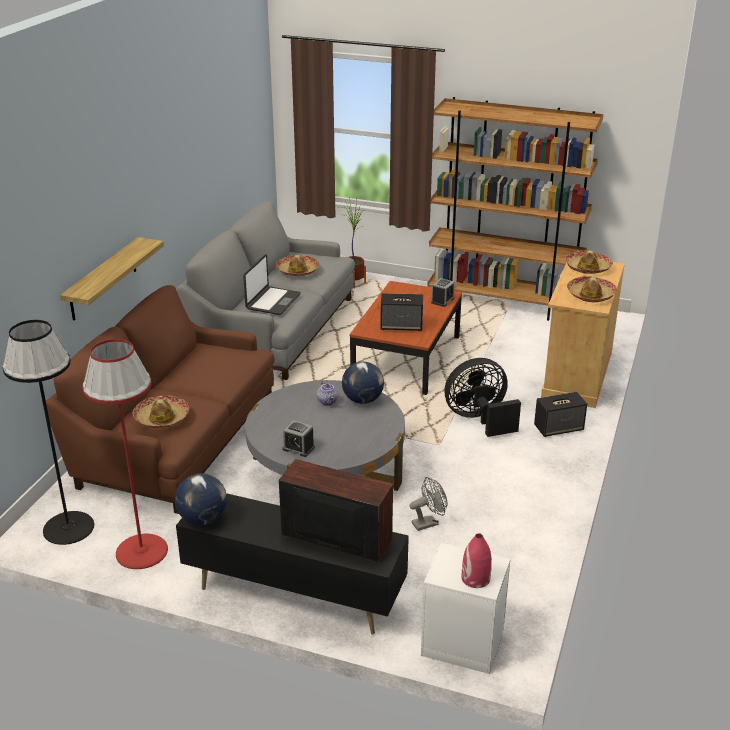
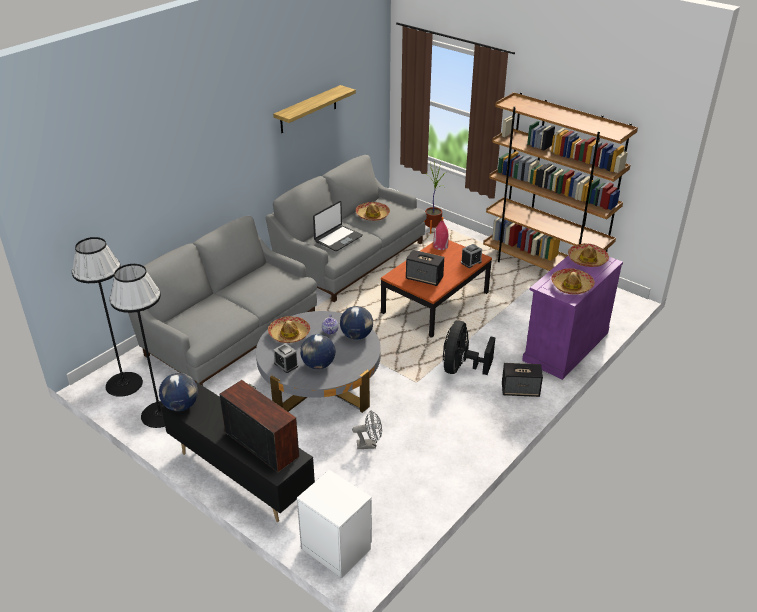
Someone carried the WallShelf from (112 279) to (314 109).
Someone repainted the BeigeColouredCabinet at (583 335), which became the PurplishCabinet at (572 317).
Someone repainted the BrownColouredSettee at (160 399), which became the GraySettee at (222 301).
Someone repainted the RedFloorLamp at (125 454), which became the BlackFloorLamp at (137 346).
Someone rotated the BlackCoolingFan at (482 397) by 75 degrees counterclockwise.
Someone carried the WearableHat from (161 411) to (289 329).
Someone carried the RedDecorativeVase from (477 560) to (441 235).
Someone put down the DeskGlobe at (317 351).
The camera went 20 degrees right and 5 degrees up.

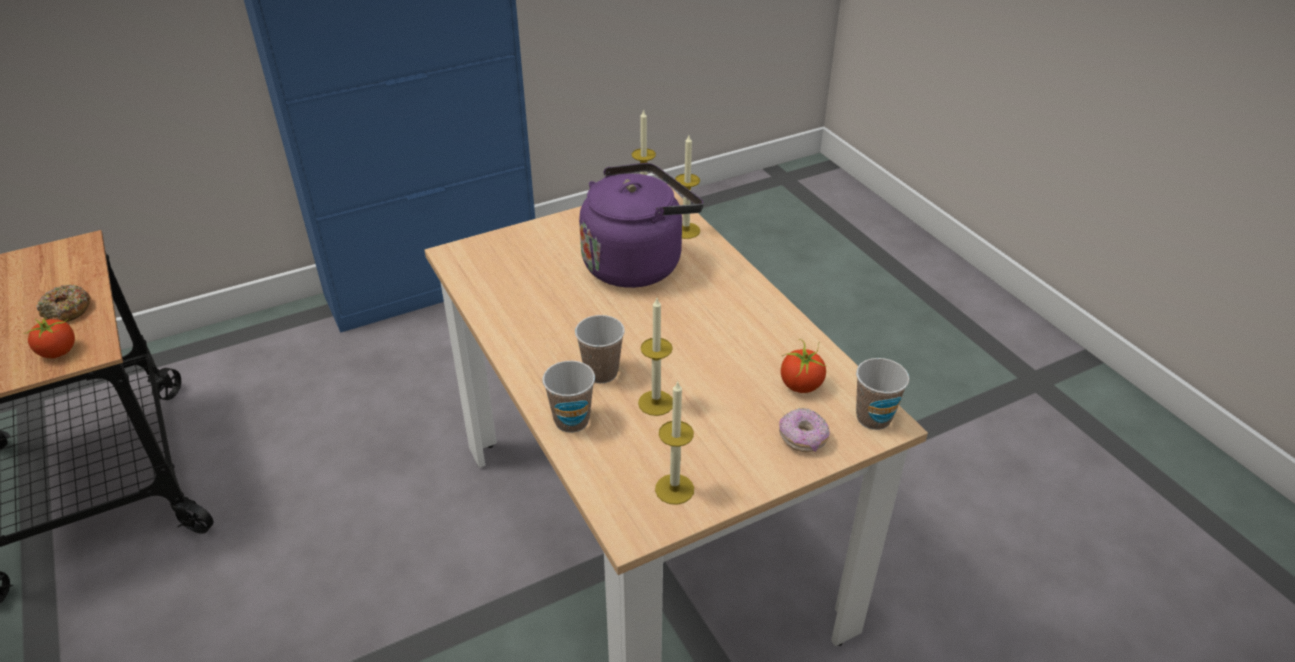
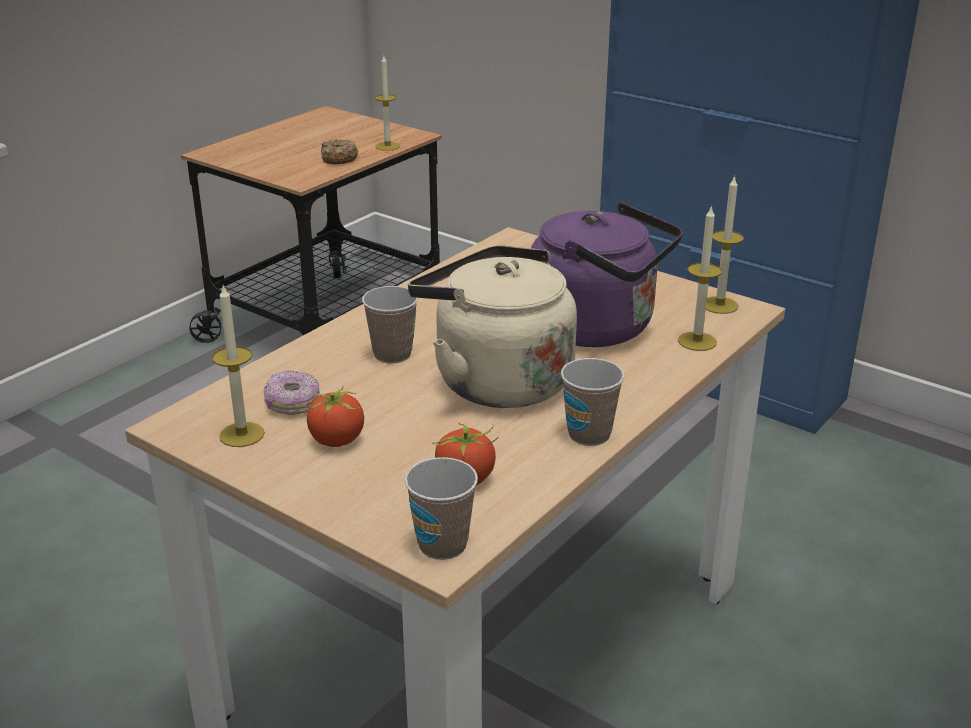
Someone carried the Candle from (655 357) to (387 103).
Someone carried the WholeTomato from (49 338) to (334 416).
Someone carried the SmallCup from (569 397) to (592 402).
Someone carried the Donut from (804 430) to (292 392).
Someone put down the BeigeColouredKettle at (492 326).
The camera went 65 degrees right and 10 degrees down.

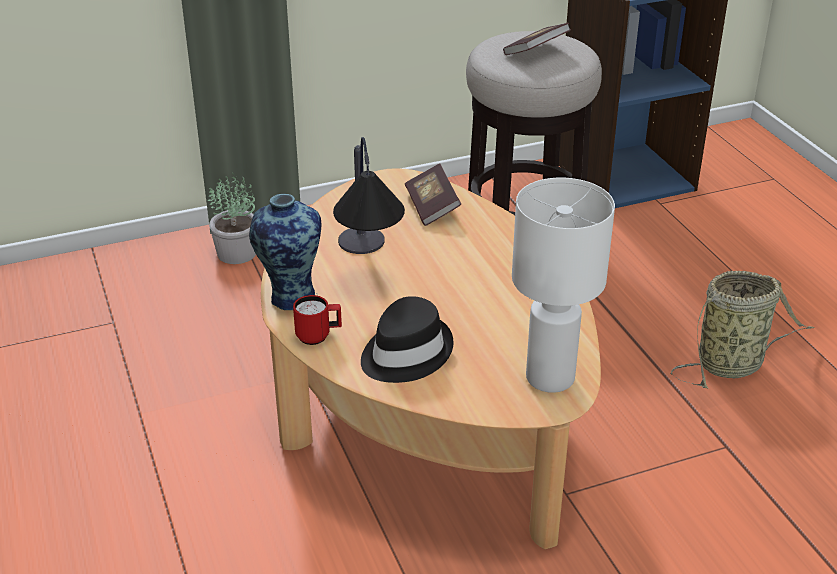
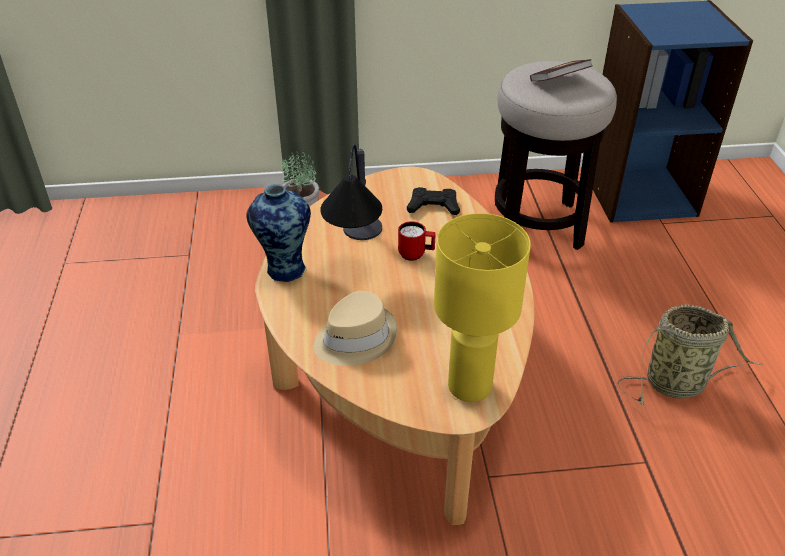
Someone swapped the BoundBook at (433 195) for the BlackJoypad at (433 201).
Someone repainted the WhiteColouredLampForATable at (563 285), which became the YellowColouredLampForATable at (482 307).
Someone carried the RedTeaMug from (317 320) to (417 241).
Someone repainted the BlackWearableHat at (407 339), which became the BeigeColouredWearableHat at (355 328).
The camera went 15 degrees right and 5 degrees up.

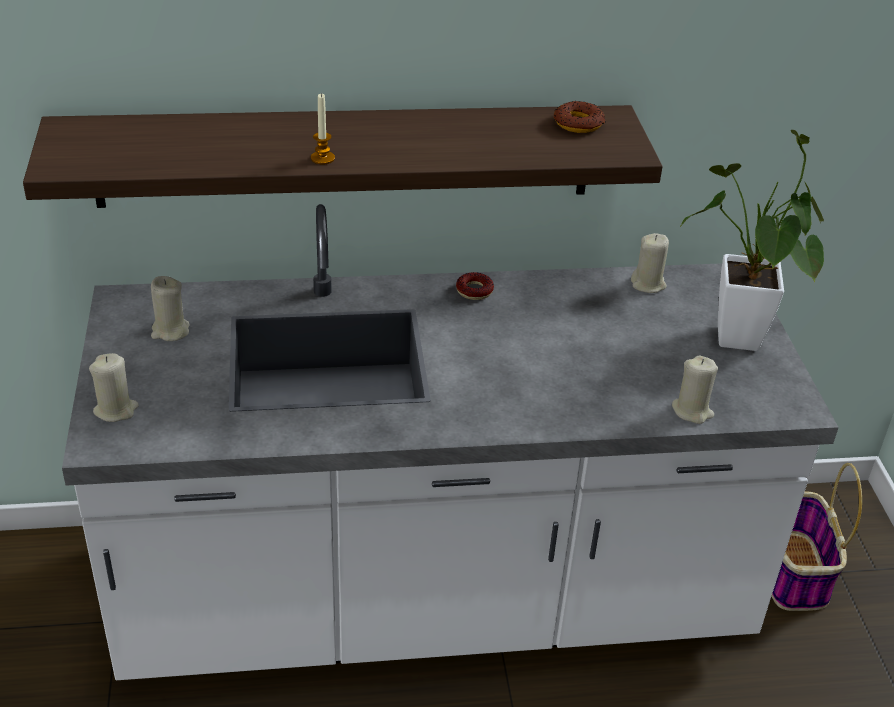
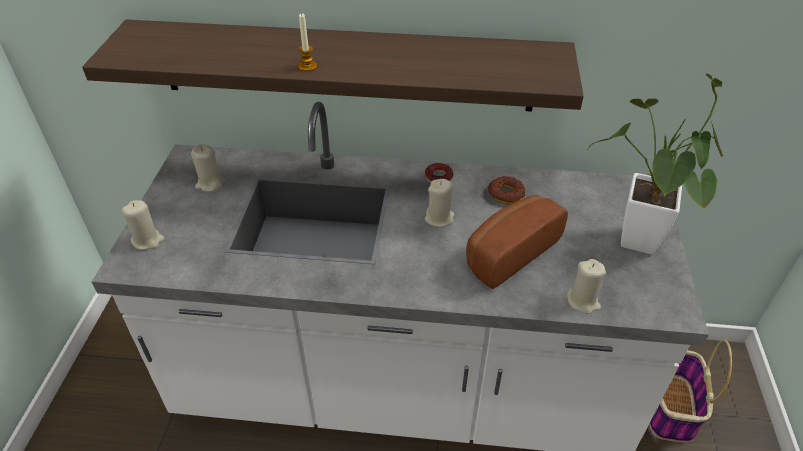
Someone carried the Donut from (580 117) to (506 190).
Someone carried the BeigeColouredCandle from (650 263) to (439 203).
Someone put down the BakeryBread at (517 242).
The camera went 15 degrees right and 5 degrees up.

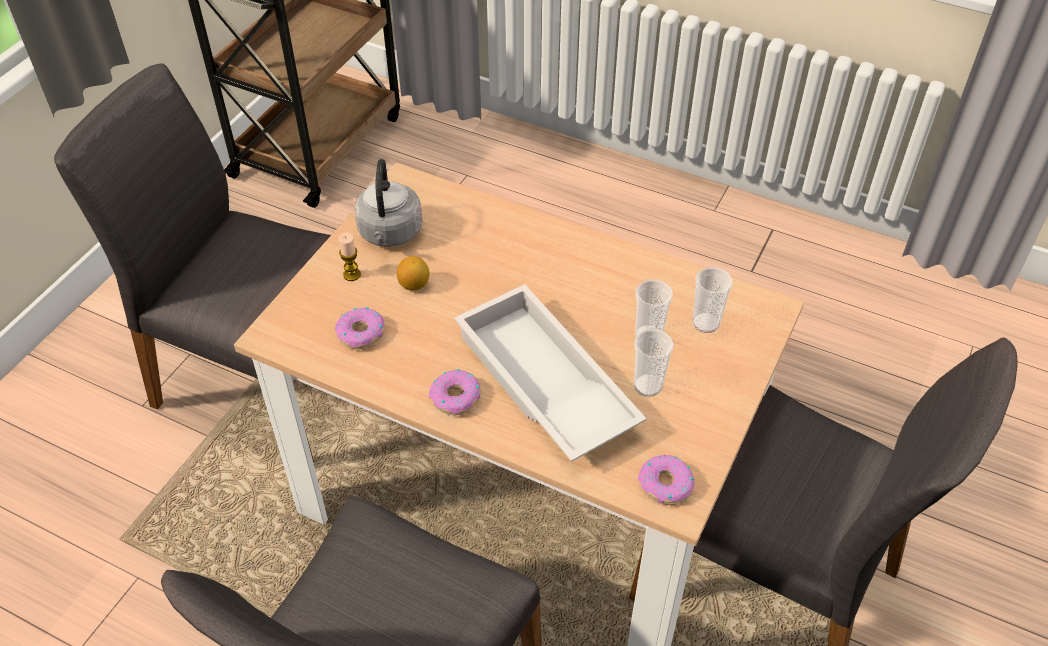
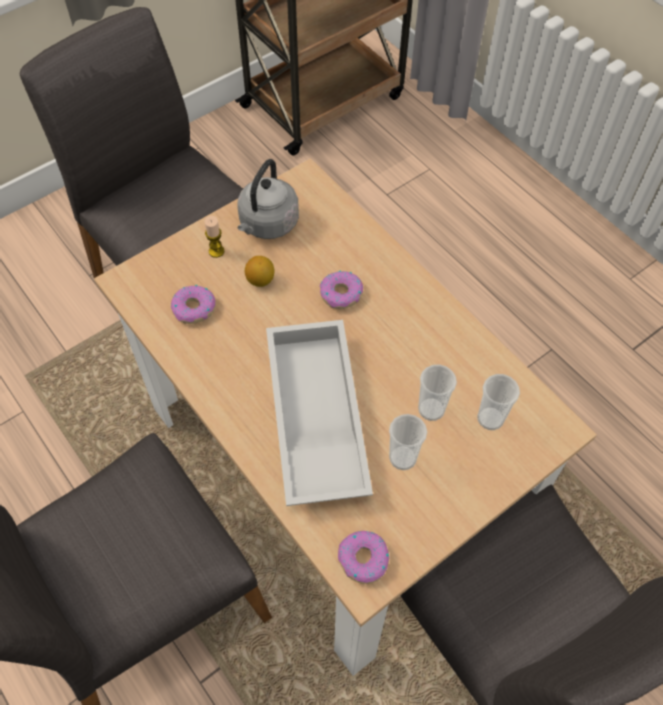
Someone carried the Donut from (455 392) to (341 290).
The camera went 25 degrees right and 10 degrees up.

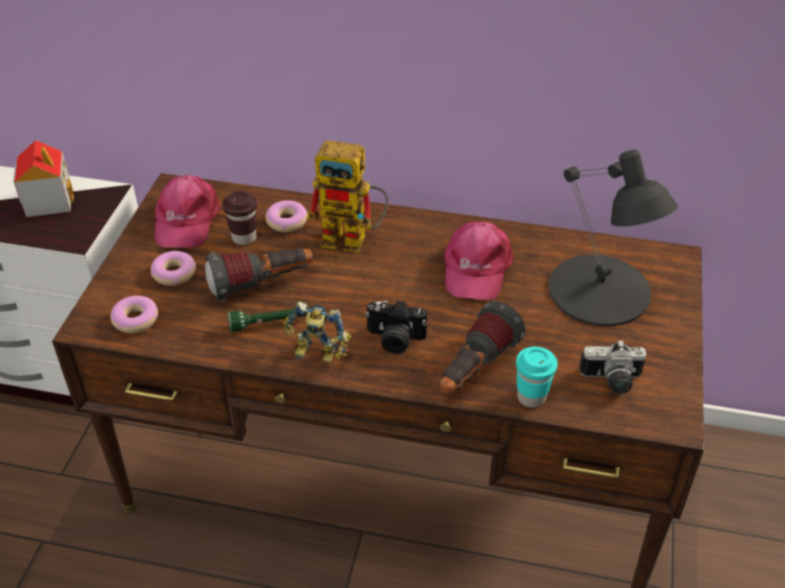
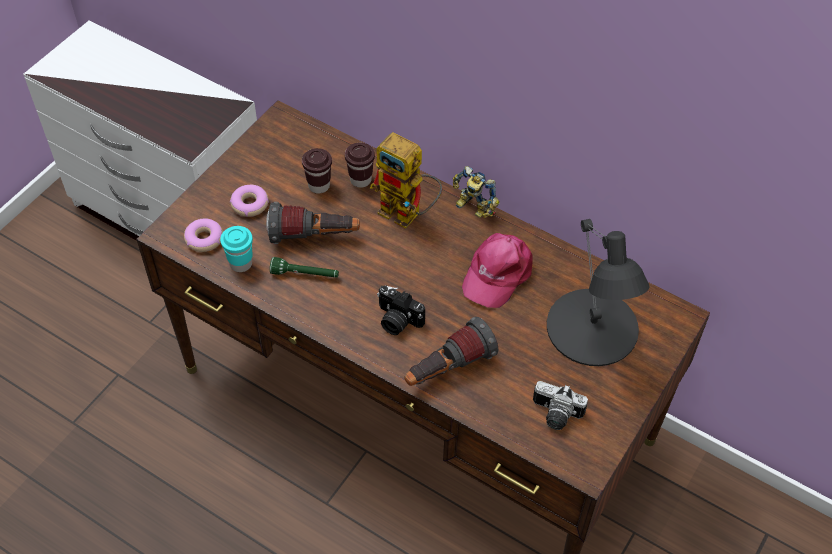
Someone took away the ToyHouse at (43 178).
Someone took away the PinkColouredBaseballCap at (188 211).
Someone swapped the Donut at (286 216) for the BrownColouredSmallCup at (360 165).
Someone carried the RobotFigure from (317 332) to (476 192).
Someone carried the TurquoiseColouredSmallCup from (537 377) to (236 249).
The camera went 20 degrees right and 10 degrees up.

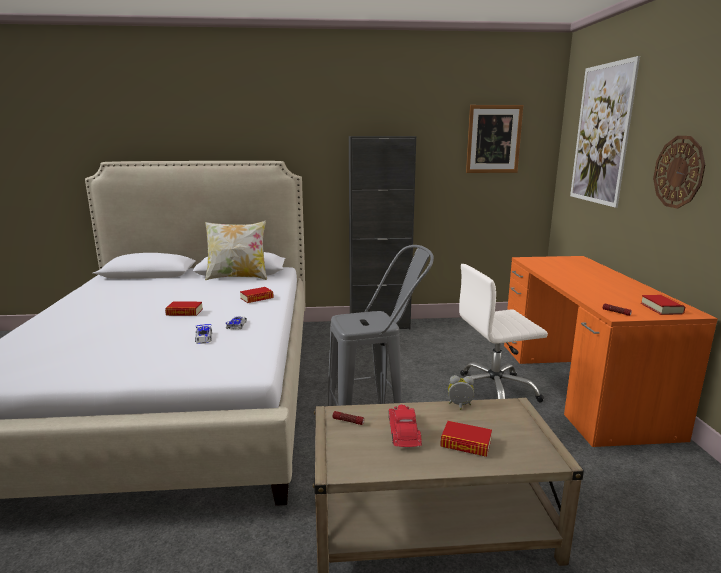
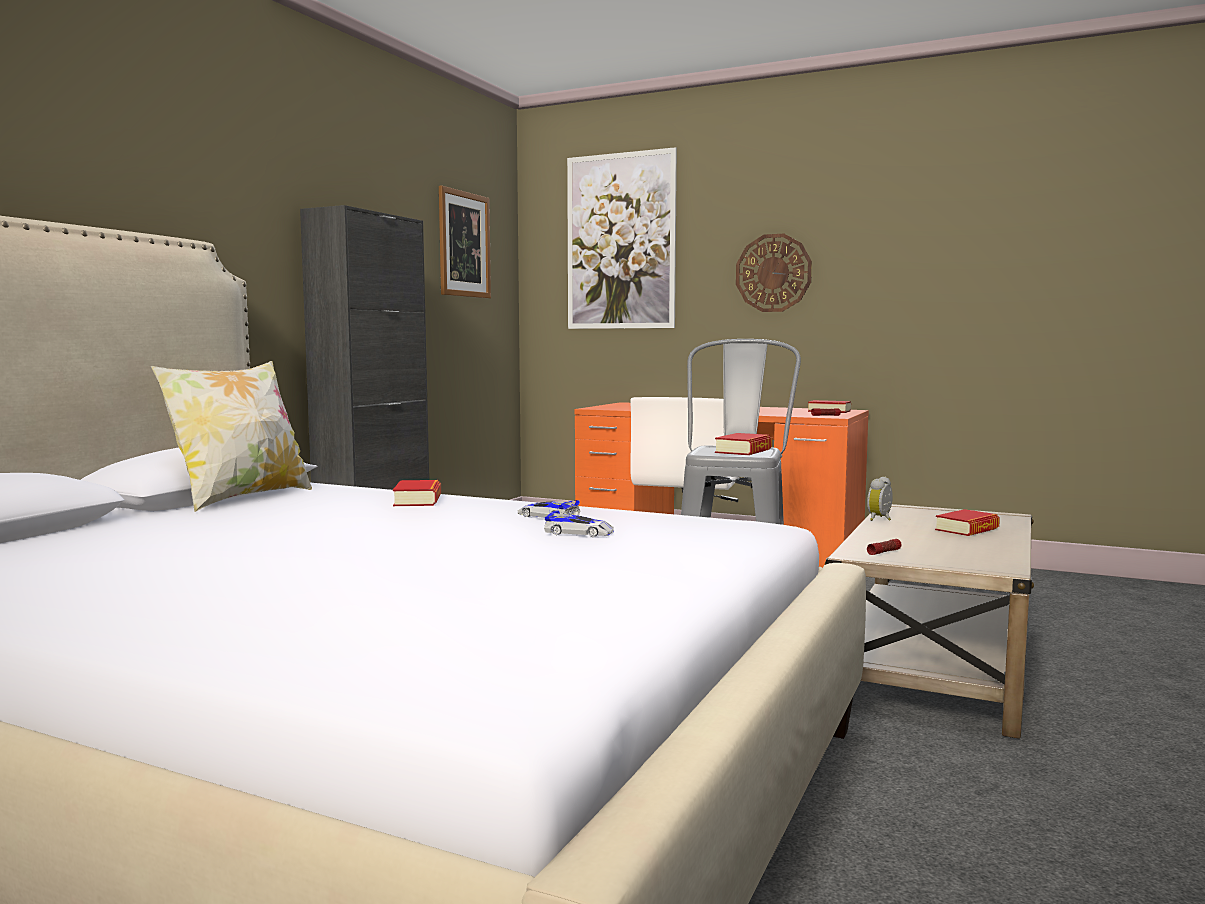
Someone carried the BoundBook from (184 308) to (743 444).
Someone took away the RedMiniatureCar at (405 425).
The camera went 60 degrees left and 10 degrees down.

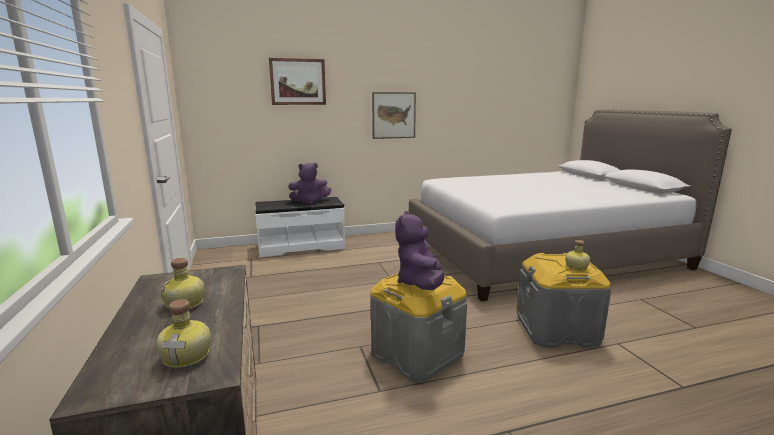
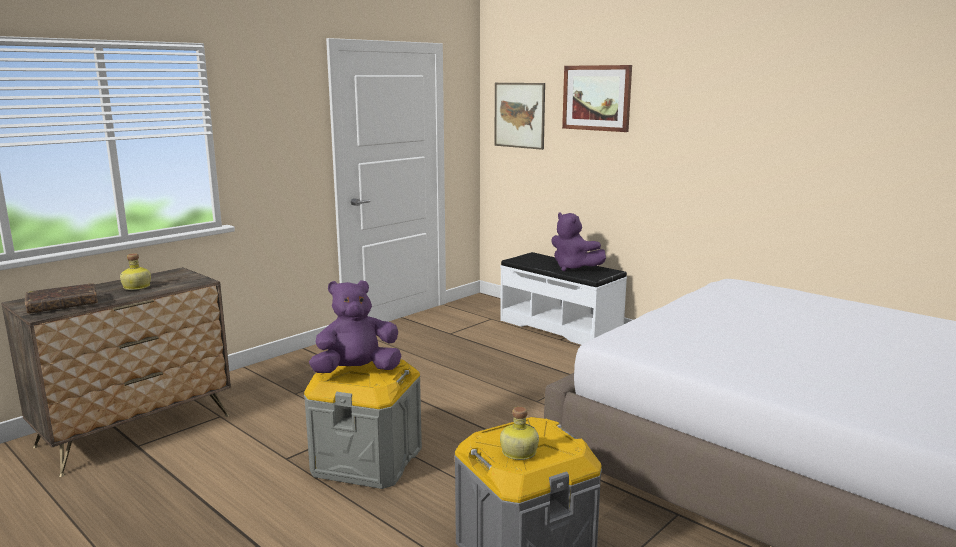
Someone carried the WallArt from (394 115) to (519 116).
Someone swapped the DrinkBottle at (183 333) for the BrownColouredBoundBook at (61 298).
The camera went 60 degrees right and 0 degrees up.

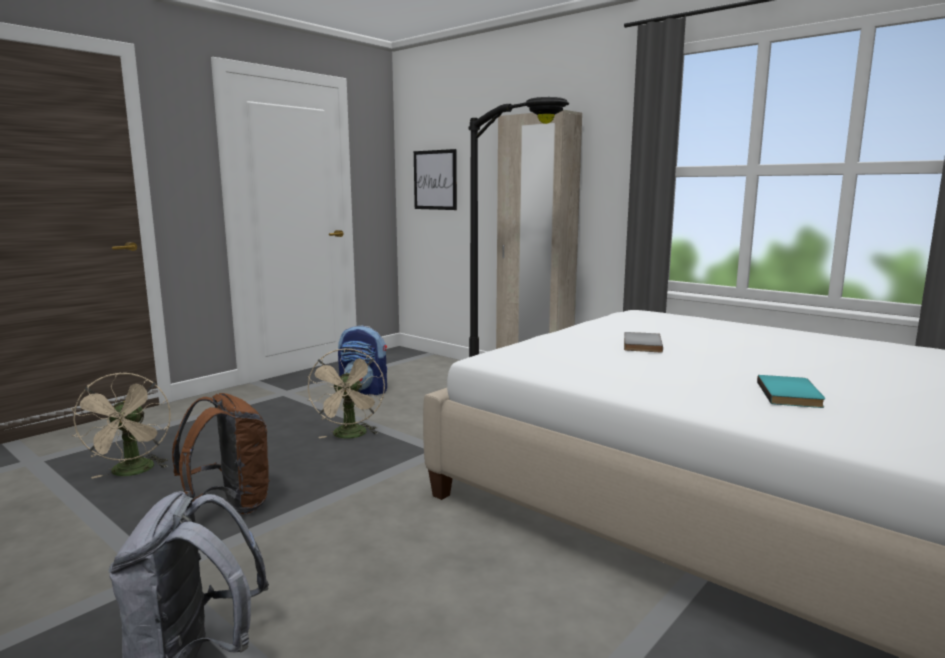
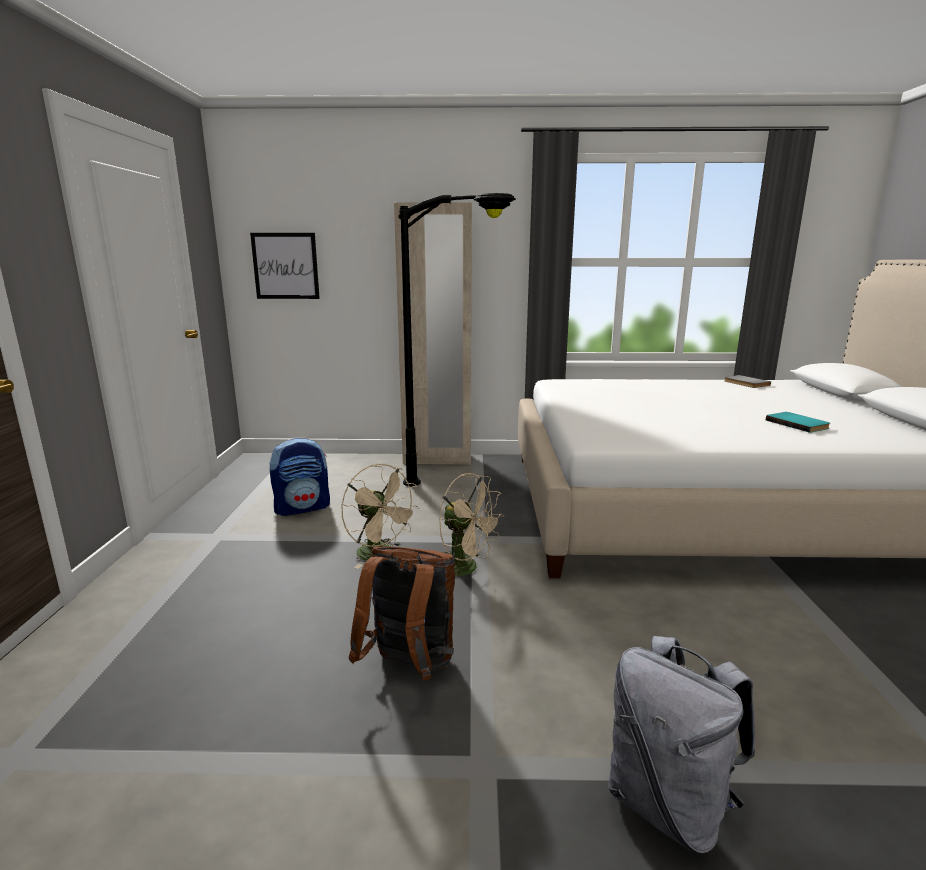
Someone carried the GrayBoundBook from (643 342) to (747 381).
Someone carried the BeigeColouredCoolingFan from (120 425) to (471 524).
The camera went 40 degrees left and 5 degrees up.

